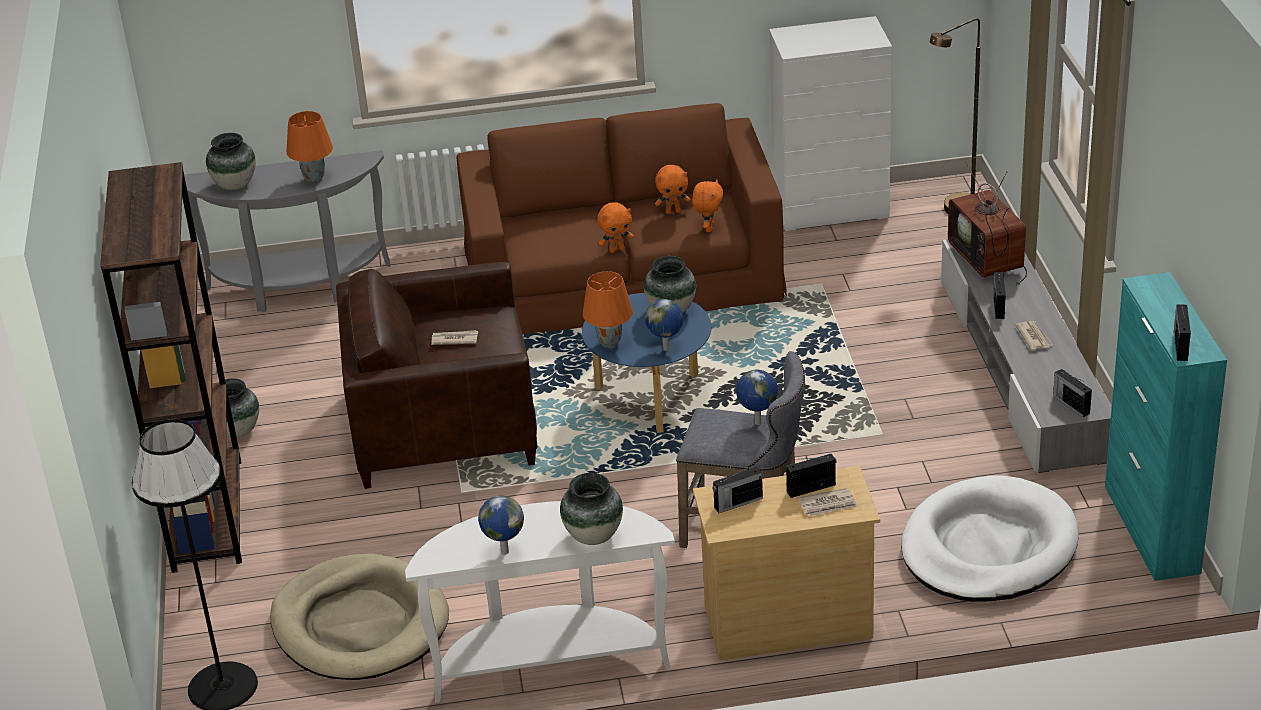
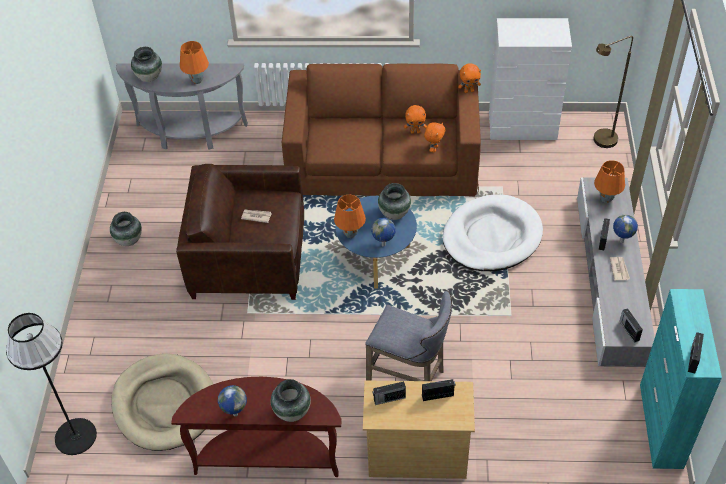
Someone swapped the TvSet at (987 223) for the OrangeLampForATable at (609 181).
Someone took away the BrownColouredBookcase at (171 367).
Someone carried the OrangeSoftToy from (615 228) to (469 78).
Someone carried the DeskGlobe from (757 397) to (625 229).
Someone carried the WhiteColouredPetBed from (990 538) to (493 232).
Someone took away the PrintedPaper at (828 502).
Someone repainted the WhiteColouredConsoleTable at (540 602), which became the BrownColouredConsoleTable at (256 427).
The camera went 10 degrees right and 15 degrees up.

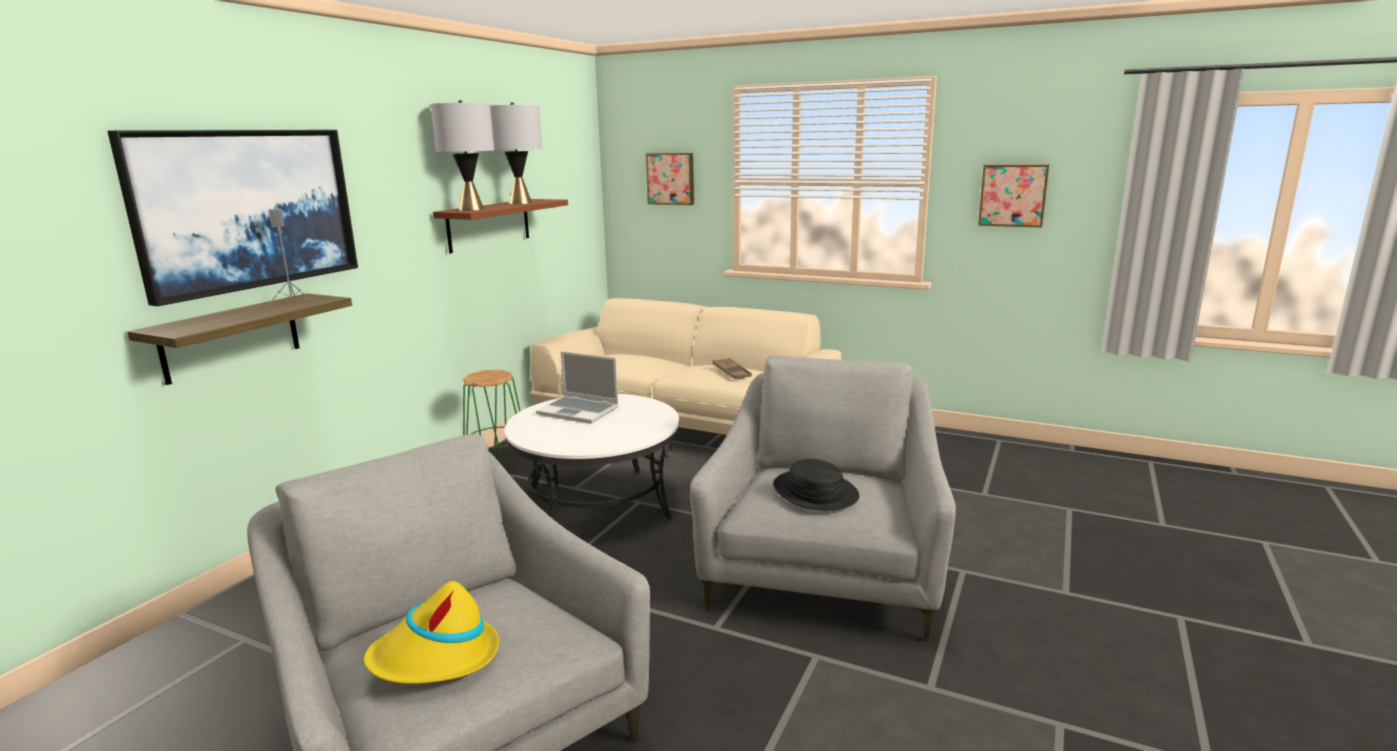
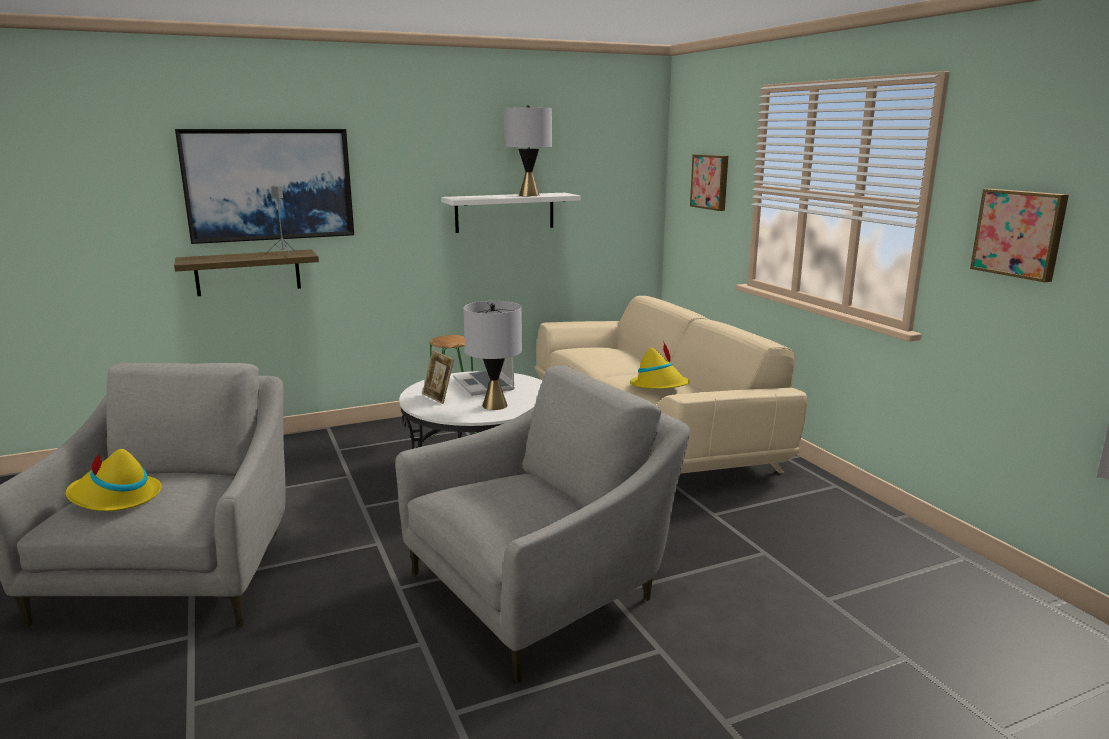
Someone carried the GrayLampForATable from (462 155) to (492 355).
Someone repainted the BrownColouredWallShelf at (500 226), which became the WhiteColouredWallShelf at (511 213).
Someone swapped the BrownColouredTray at (732 368) for the YellowColouredWearableHat at (660 365).
Someone took away the BlackWearableHat at (816 485).
Someone put down the PictureFrame at (438 377).
The camera went 40 degrees right and 0 degrees up.

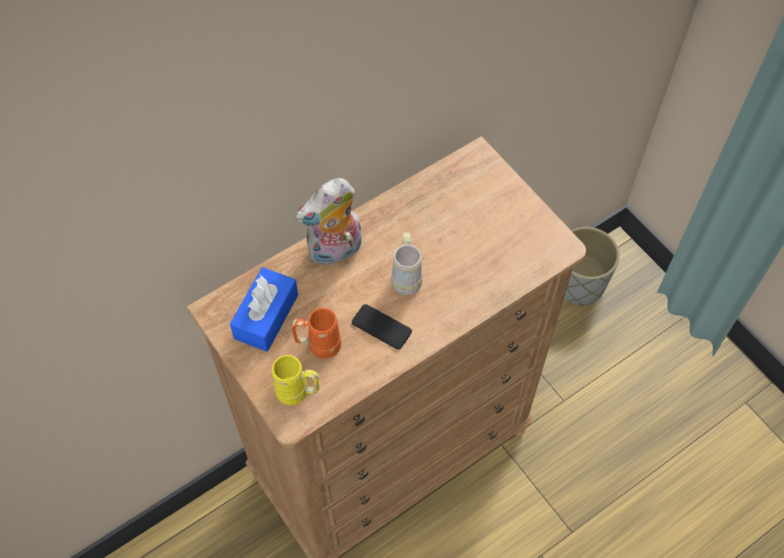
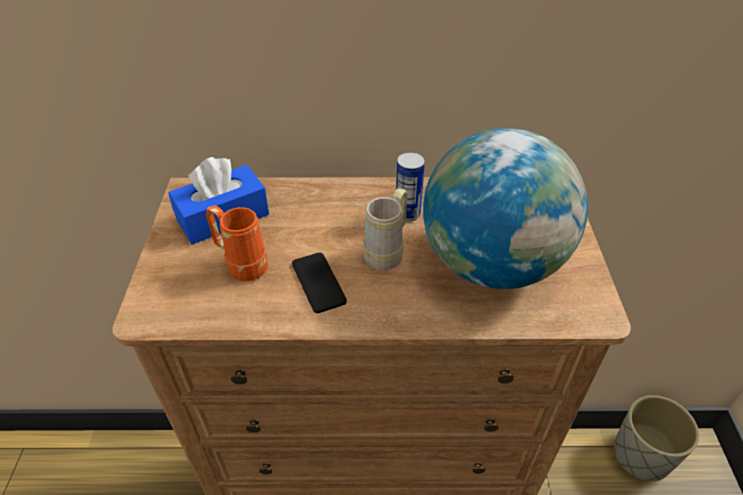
Someone took away the SoftToy at (328 222).
Someone took away the YellowColouredTeaMug at (295 380).
Someone put down the DeskGlobe at (505 208).
Someone put down the MetalCan at (410 187).
The camera went 35 degrees right and 15 degrees down.

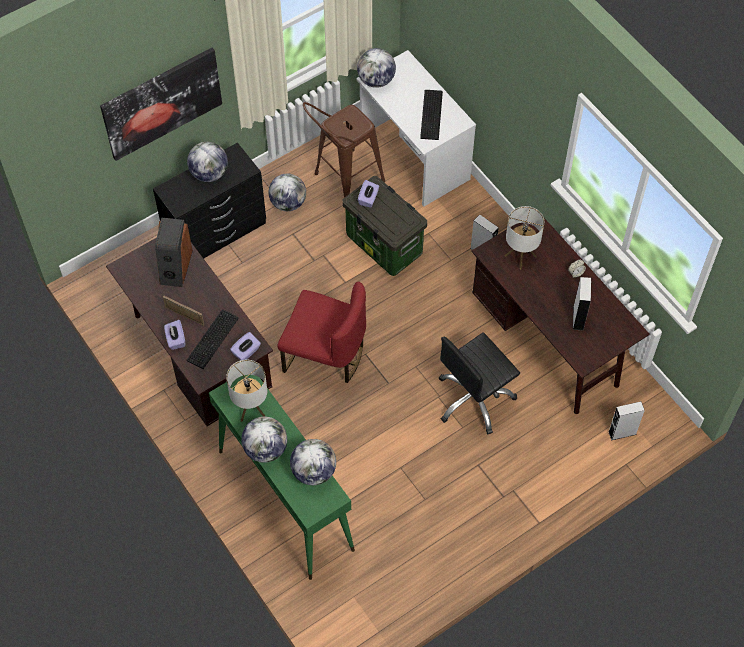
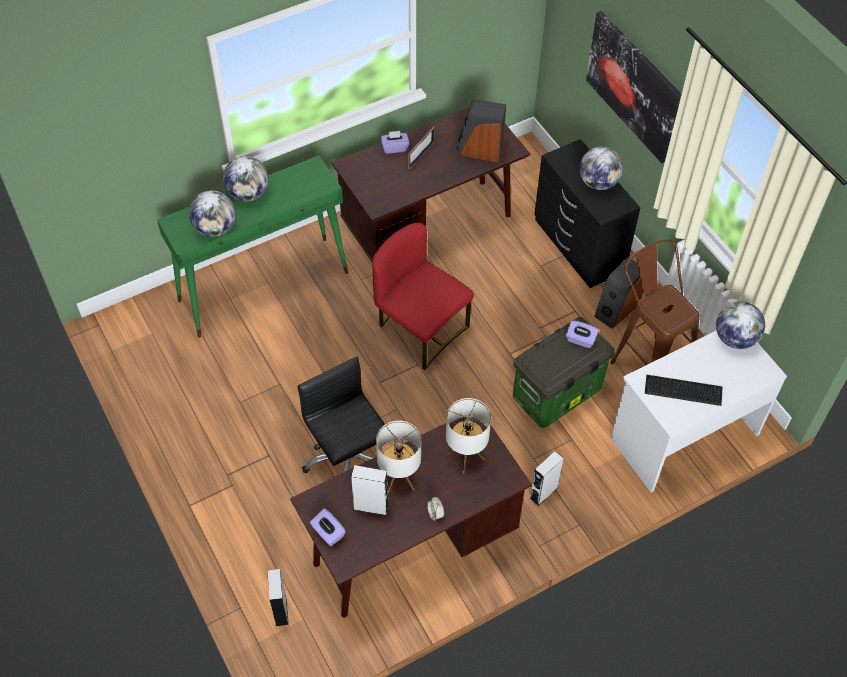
Someone swapped the DeskGlobe at (287 192) for the Loudspeaker at (618 293).
Someone rotated the RedChair at (322 332) by 105 degrees clockwise.
Someone took away the PcKeyboard at (212 339).
Someone carried the PurplishTissueBox from (245 346) to (328 527).
Someone carried the LampForATable from (246 391) to (398 457).
The camera went 95 degrees right and 5 degrees down.

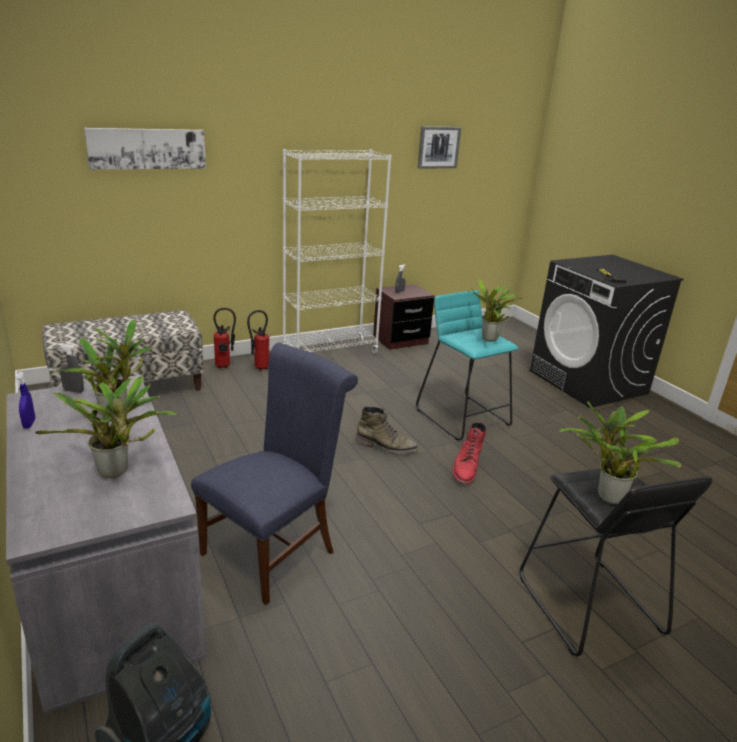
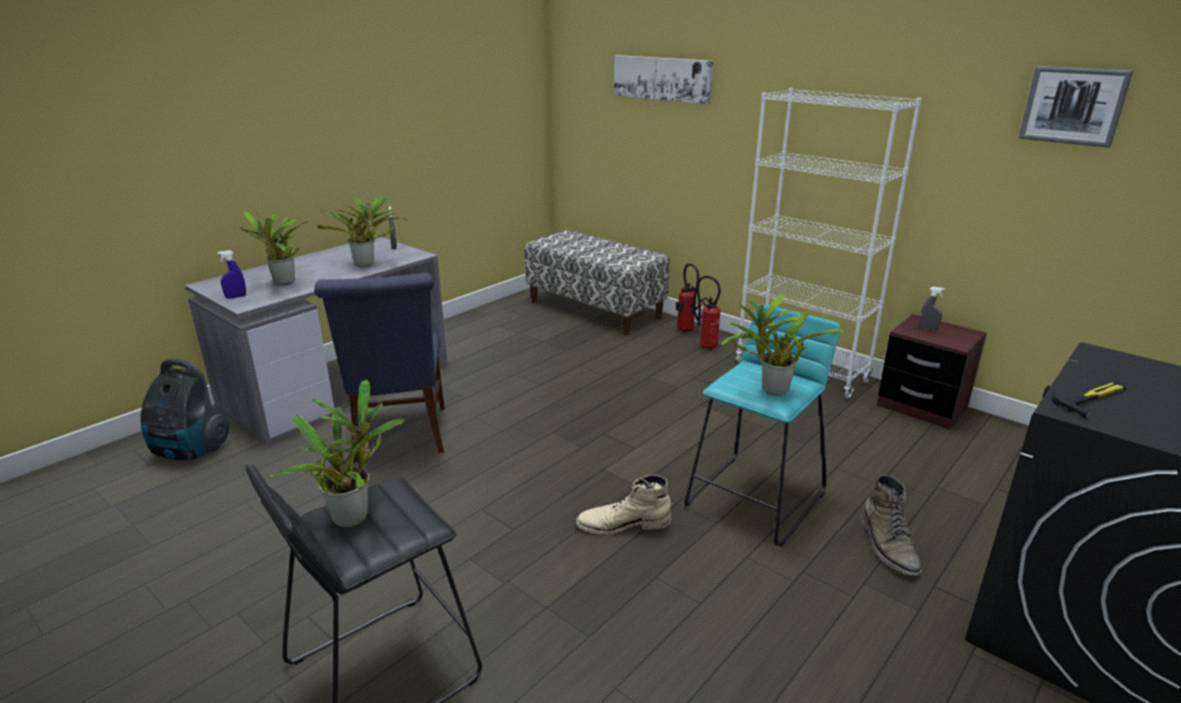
Someone rotated the BlueChair at (274 474) by 60 degrees clockwise.
Someone carried the BlueSprayer from (25 400) to (231 274).
Someone carried the GreenTallBoot from (387 430) to (891 525).
Someone repainted the RedTallBoot at (469 453), which became the BeigeColouredTallBoot at (623 505).
The camera went 70 degrees right and 0 degrees up.

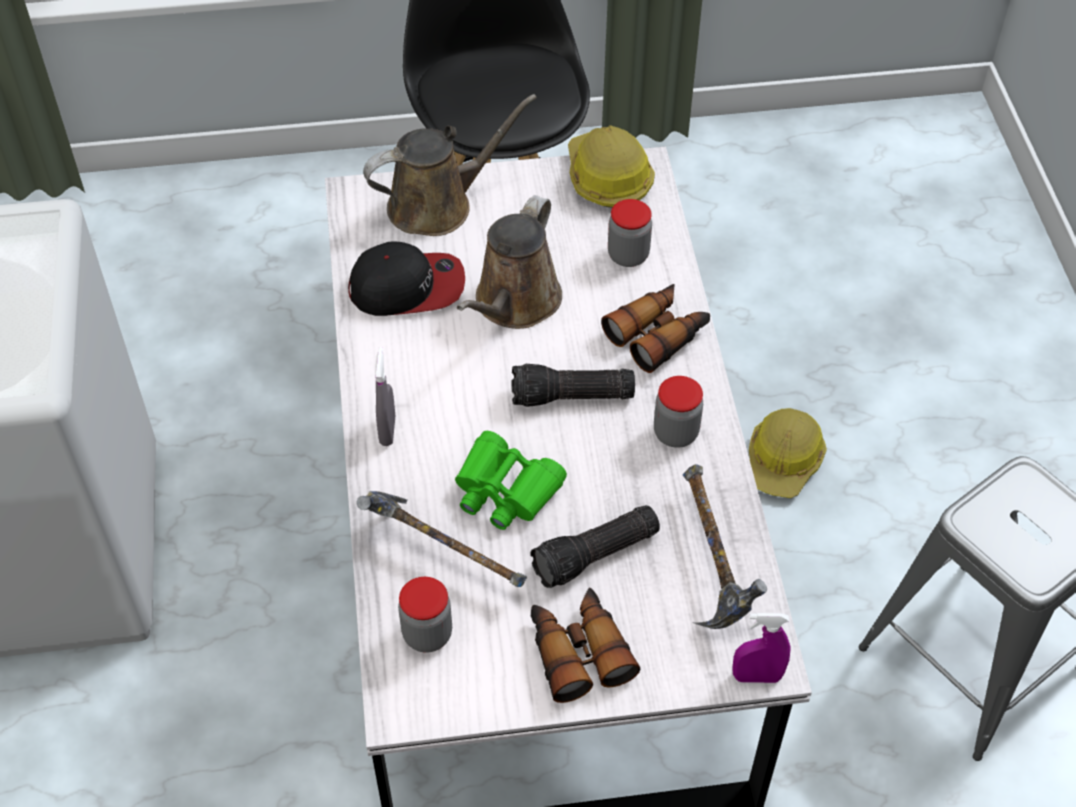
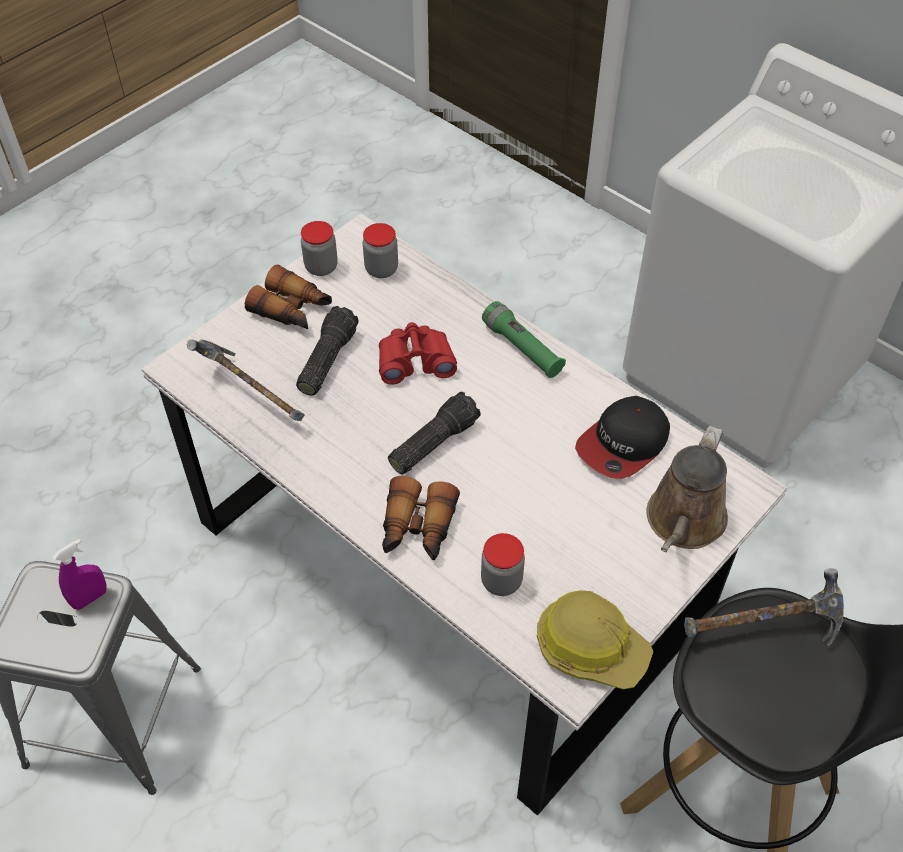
Someone took away the BrownColouredWateringPot at (509 262).
Someone swapped the GraySprayer at (385 396) for the GreenTorch at (524 339).
Someone carried the StorageJar from (678 412) to (319 248).
Someone took away the WorkHelmet at (788 453).
Someone repainted the GreenFieldGlasses at (511 480), which became the RedFieldGlasses at (418 353).
Someone carried the ToolHammer from (441 539) to (764 607).
Someone carried the PurplishSprayer from (761 648) to (79 574).
The camera went 140 degrees right and 0 degrees up.

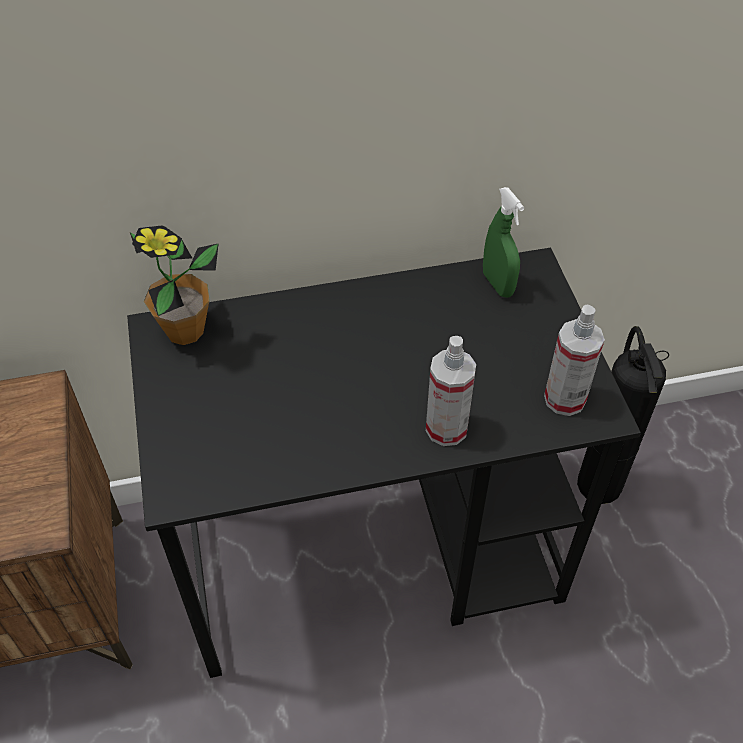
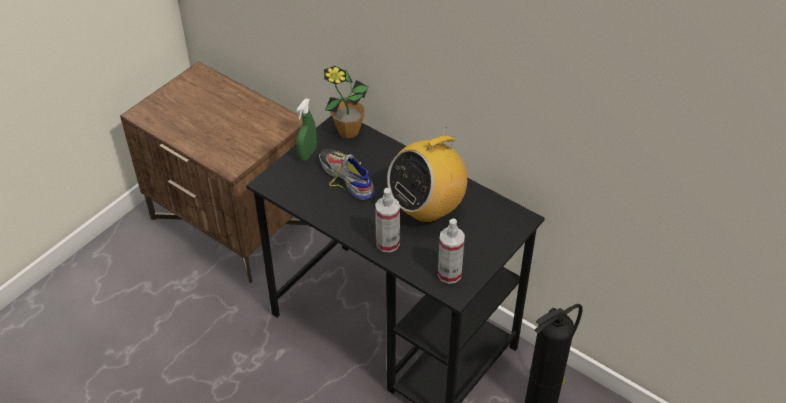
Someone carried the GreenSprayer from (503 242) to (306 129).
Someone put down the Radio at (427 175).
Someone put down the LowShoe at (347 174).
The camera went 50 degrees right and 5 degrees down.

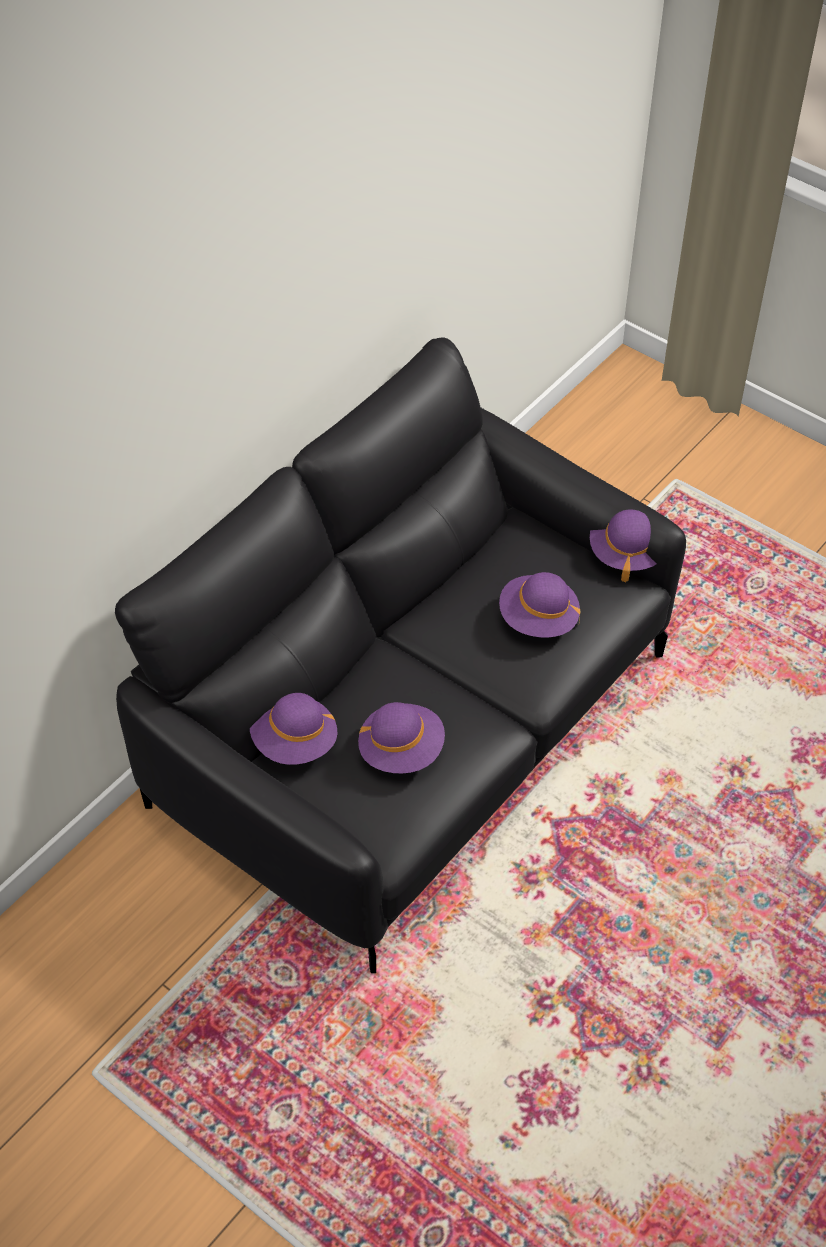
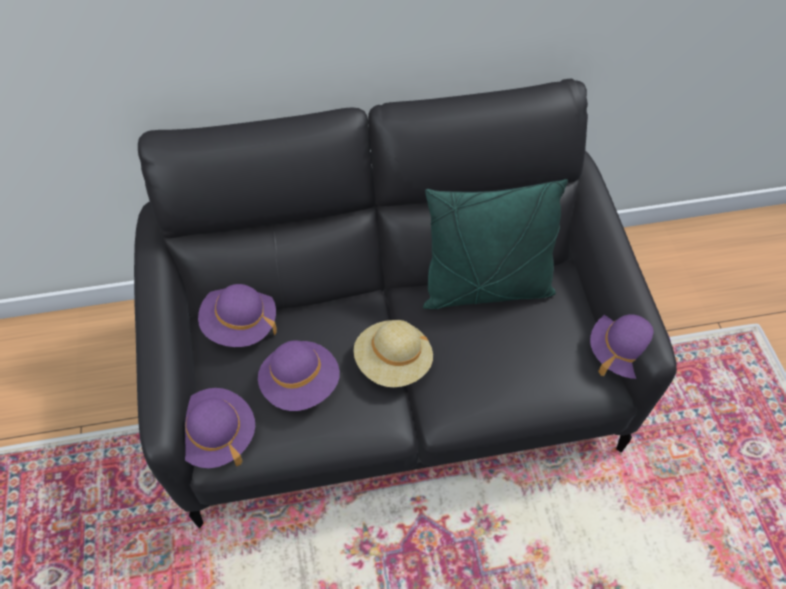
Someone carried the PurplishWearableHat from (540 605) to (220 428).
Someone put down the GreenCushion at (495 244).
Someone put down the BeigeColouredWearableHat at (393 353).
The camera went 40 degrees right and 5 degrees up.

